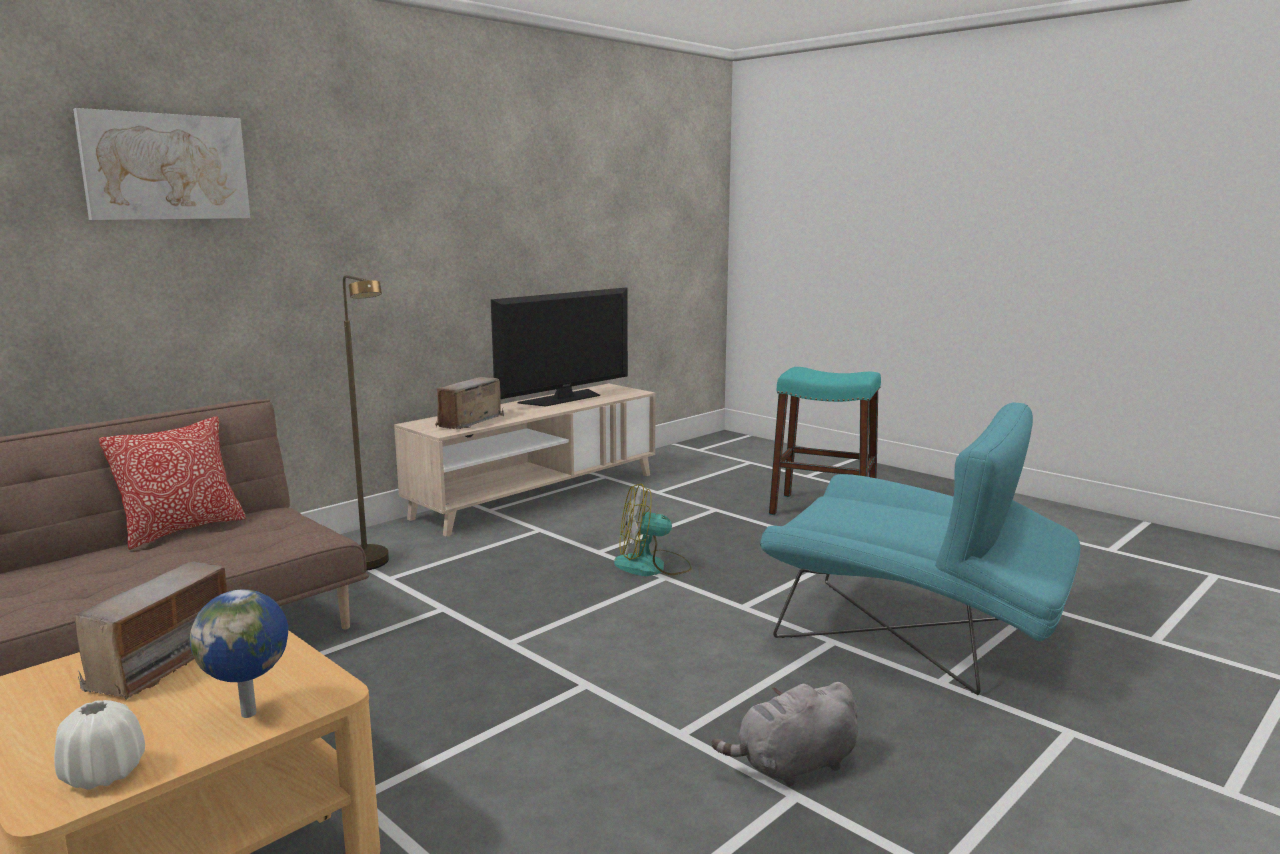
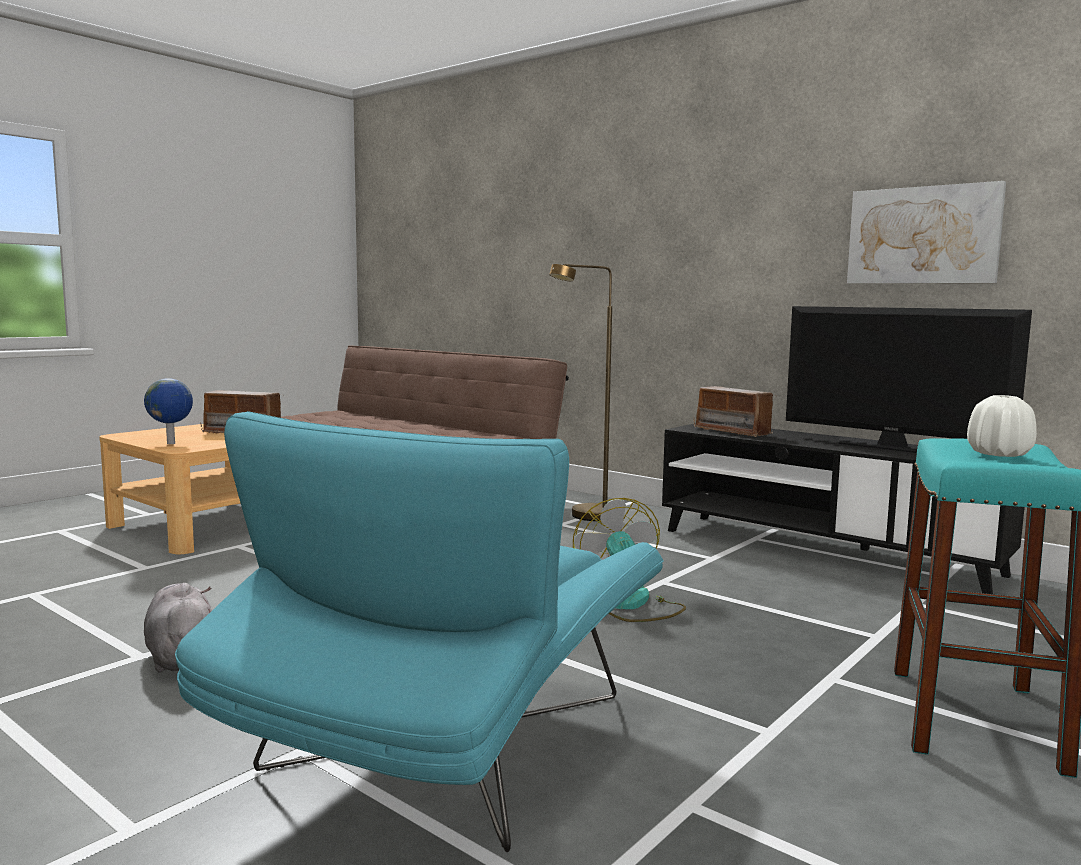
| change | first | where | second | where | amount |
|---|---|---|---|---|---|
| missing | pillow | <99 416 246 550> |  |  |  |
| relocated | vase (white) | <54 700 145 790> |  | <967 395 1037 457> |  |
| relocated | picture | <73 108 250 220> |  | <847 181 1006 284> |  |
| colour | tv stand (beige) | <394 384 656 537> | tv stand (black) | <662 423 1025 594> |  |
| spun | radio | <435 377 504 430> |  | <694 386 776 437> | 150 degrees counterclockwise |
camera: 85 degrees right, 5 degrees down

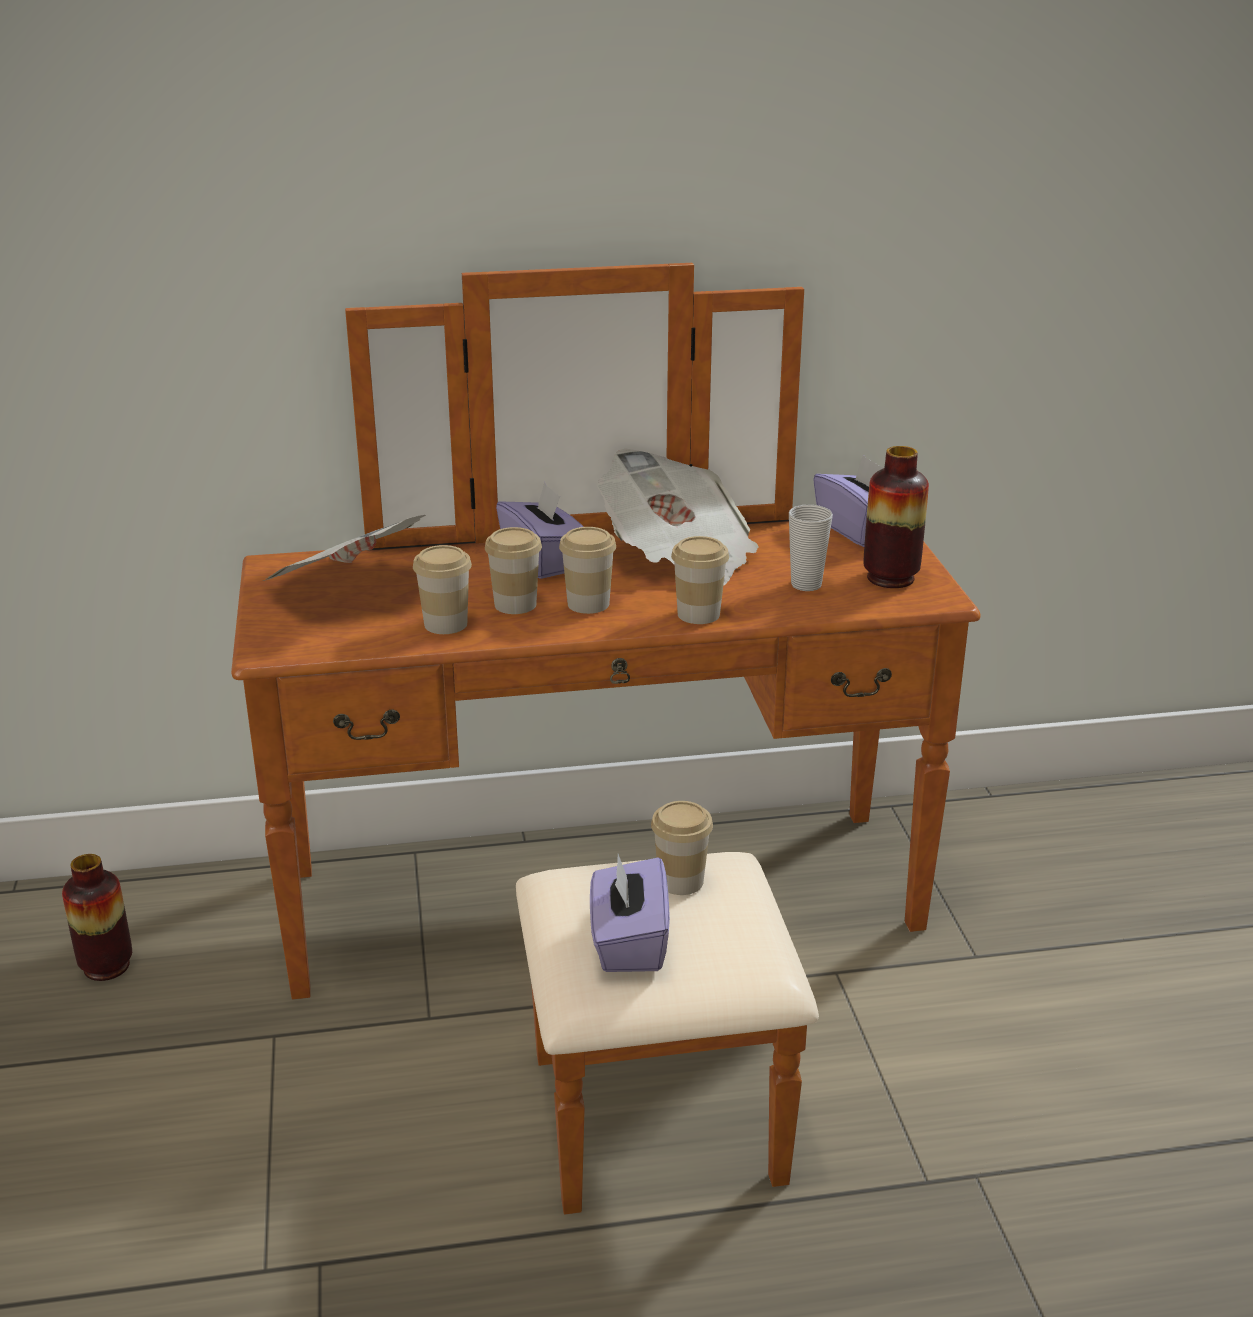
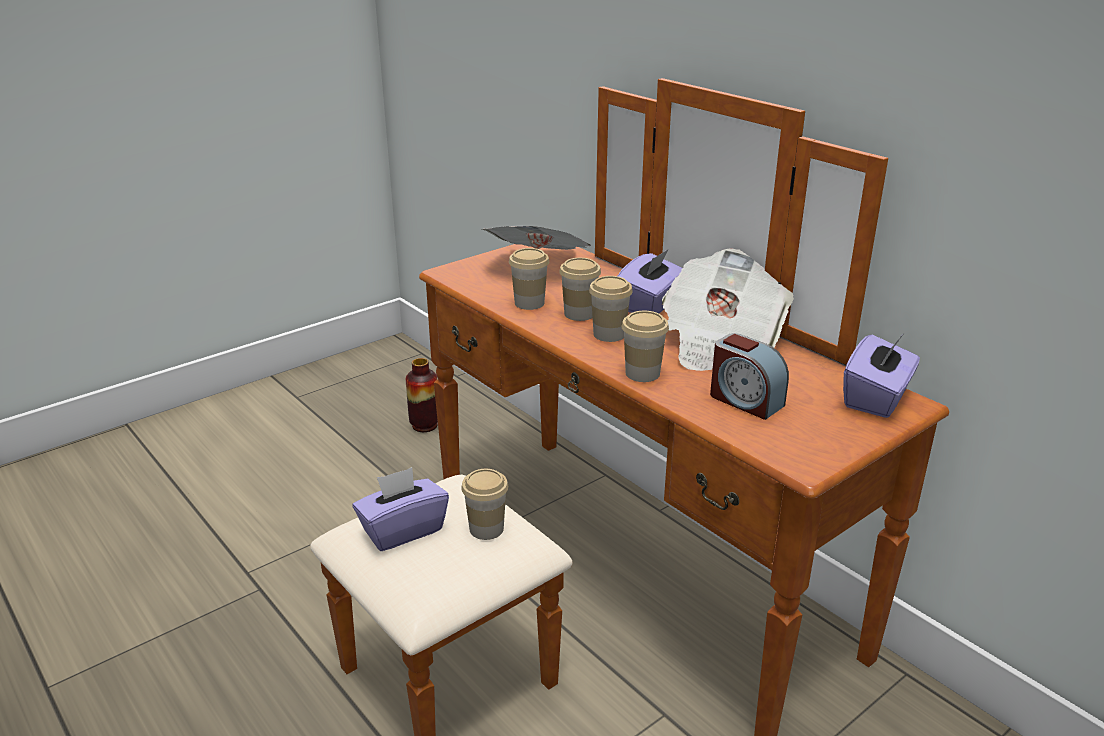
| change | first | where | second | where | amount |
|---|---|---|---|---|---|
| missing | vase | <863 446 929 588> |  |  |  |
| exchanged | cup | <789 505 833 591> | alarm clock | <710 333 789 420> |  |
camera: 60 degrees right, 0 degrees up

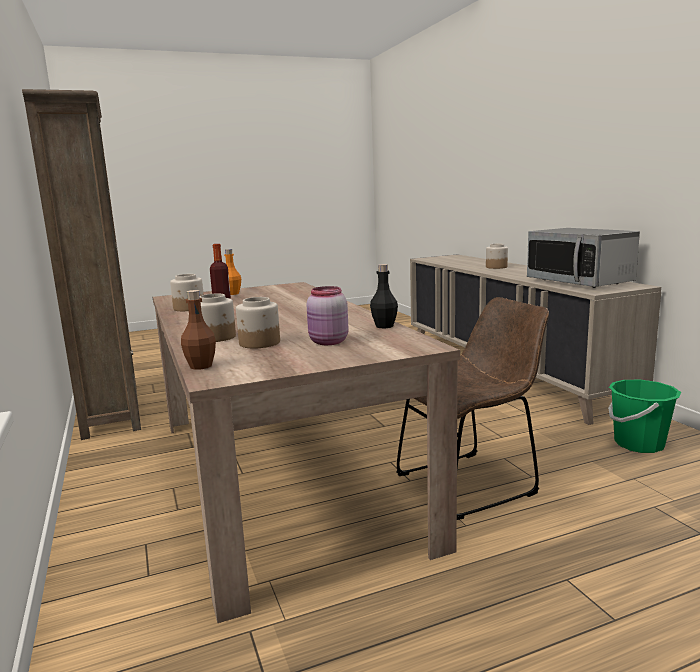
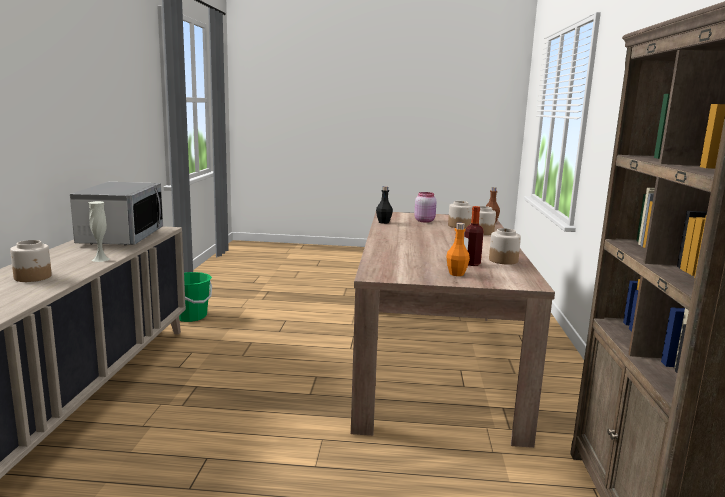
| change | first | where | second | where | amount |
|---|---|---|---|---|---|
| missing | chair (brown) | <396 297 549 520> |  |  |  |
| appeared |  |  | vase (white) | <88 201 110 262> |  |
camera: 155 degrees left, 0 degrees up

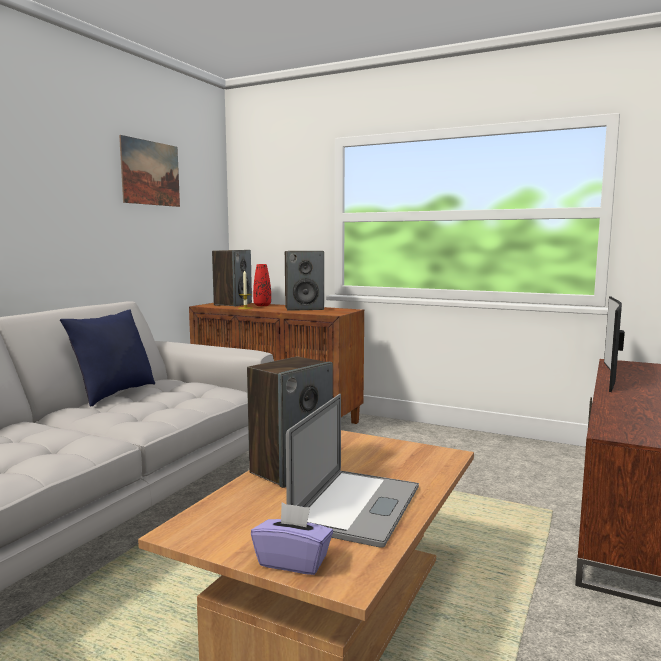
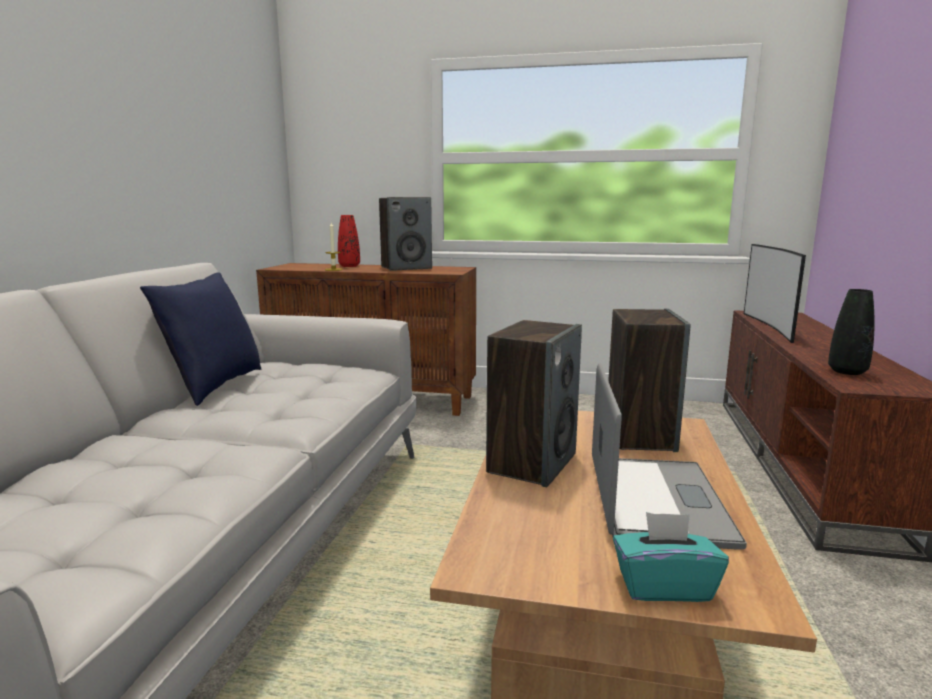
| change | first | where | second | where | amount |
|---|---|---|---|---|---|
| missing | picture | <119 135 180 207> |  |  |  |
| appeared |  |  | vase (black) | <828 289 875 375> |  |
| relocated | speaker | <212 250 252 307> |  | <608 309 691 452> |  |
| colour | tissue box (purple) | <251 503 333 575> | tissue box (turquoise) | <613 512 729 602> |  |
camera: 15 degrees left, 5 degrees up

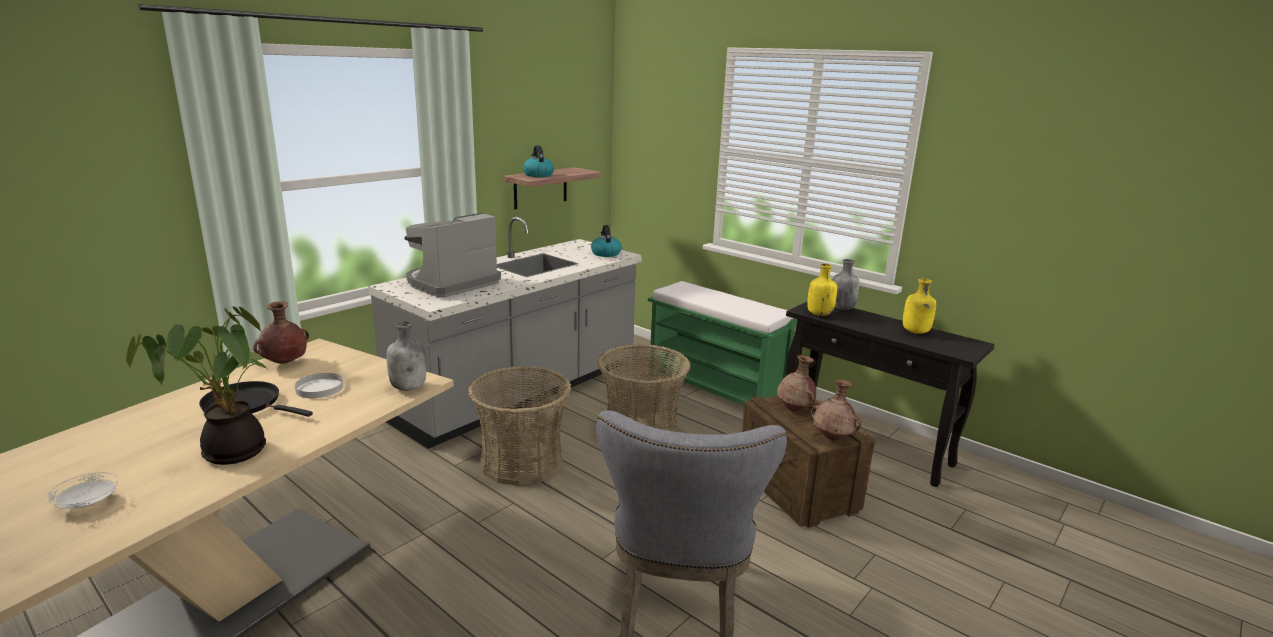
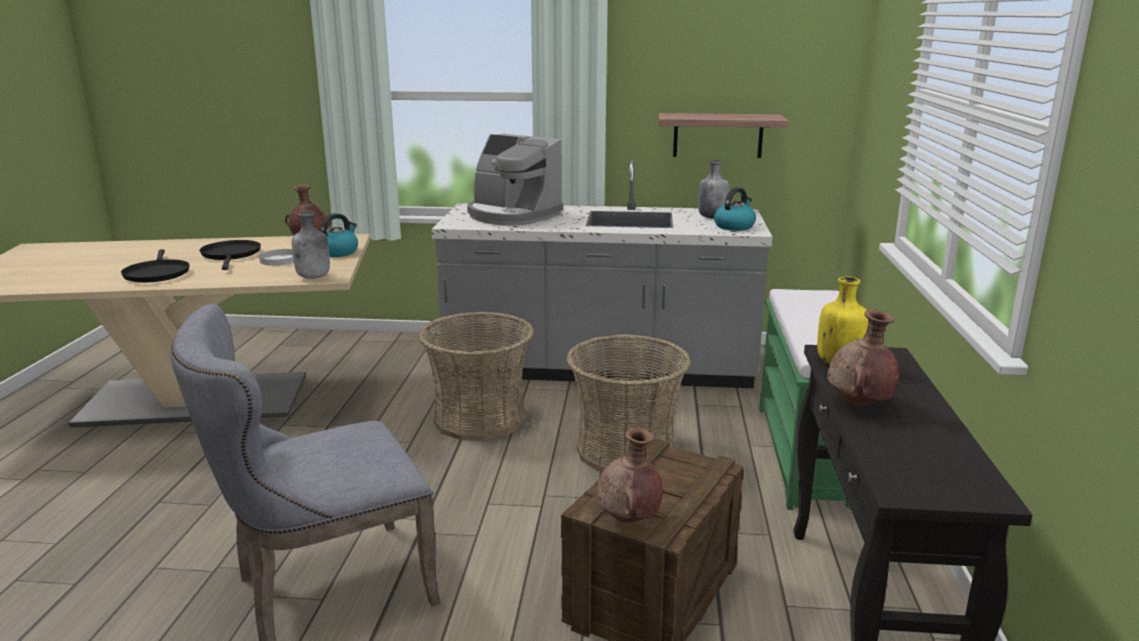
| change | first | where | second | where | amount |
|---|---|---|---|---|---|
| missing | plate (white) | <47 472 118 509> |  |  |  |
| missing | bottle (yellow) | <903 279 936 334> |  |  |  |
| relocated | kettle | <523 145 554 177> |  | <321 213 358 257> |  |
| relocated | vase (brown) | <777 355 816 412> |  | <827 309 899 405> |  |
| relocated | bottle (grey) | <832 259 859 310> |  | <698 160 729 218> |  |
| exchanged | potted plant | <126 306 267 465> | frying pan (black) | <121 249 190 283> |  |
| spun | coffee machine | <404 213 501 298> |  | <467 134 563 226> | 150 degrees counterclockwise |
camera: 55 degrees right, 0 degrees up

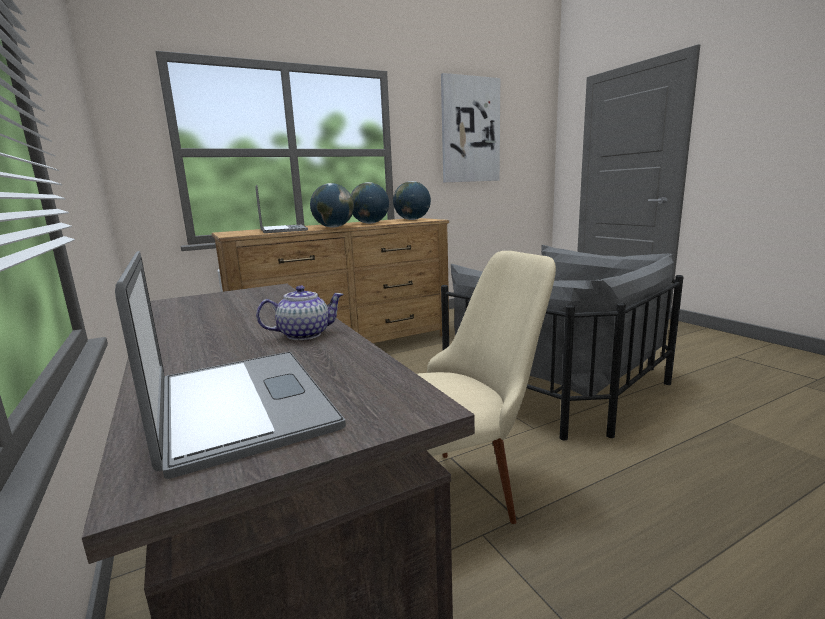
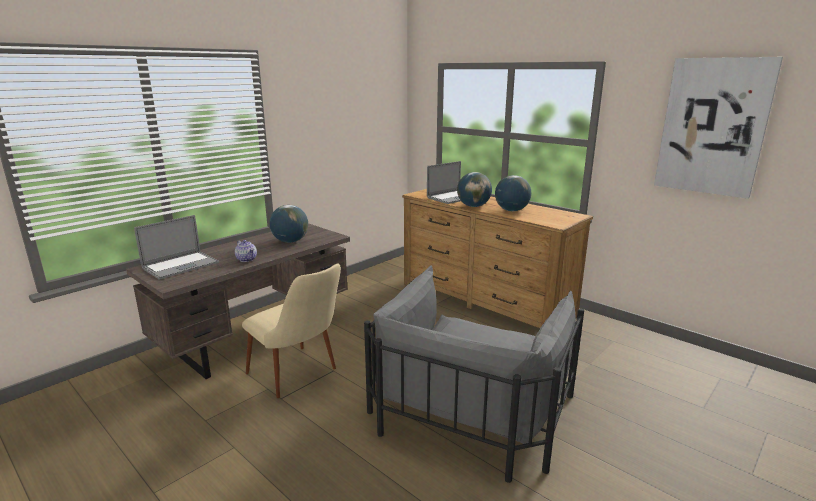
| change | first | where | second | where | amount |
|---|---|---|---|---|---|
| relocated | globe | <393 181 431 220> |  | <269 205 308 243> |  |
camera: 70 degrees right, 5 degrees up

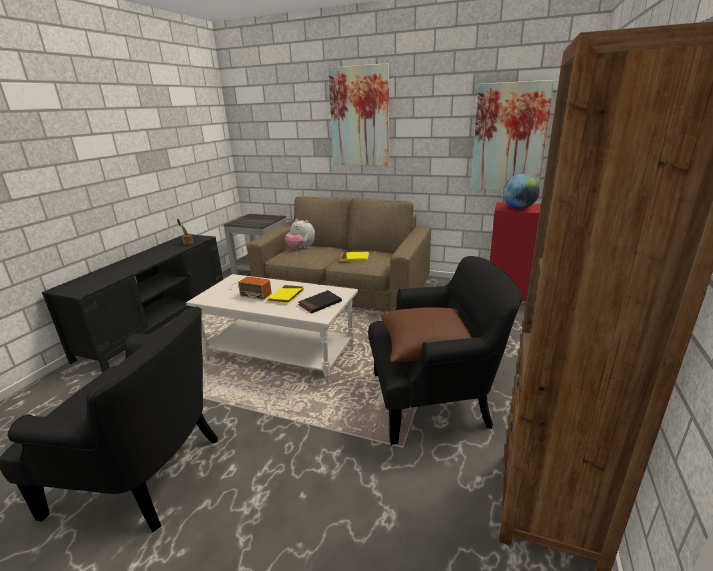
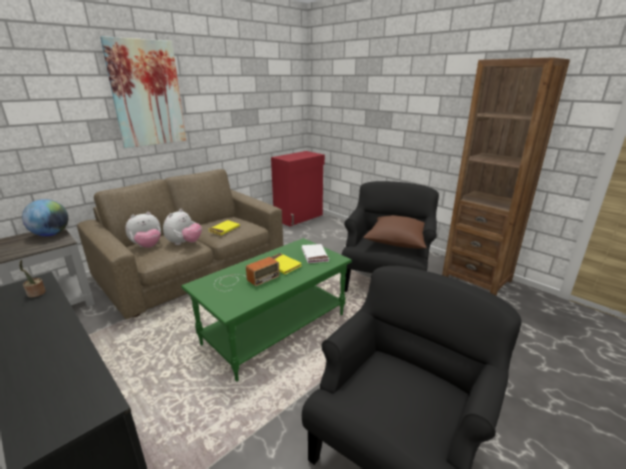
| change | first | where | second | where | amount |
|---|---|---|---|---|---|
| missing | picture | <471 80 554 190> |  |  |  |
| appeared |  |  | plush toy | <163 209 202 245> |  |
| relocated | globe | <503 174 540 209> |  | <22 199 68 236> |  |
| colour | coffee table (white) | <186 274 358 386> | coffee table (green) | <181 238 352 381> |  |
| colour | book (black) | <298 290 342 314> | book (white) | <302 244 329 263> |  |
camera: 65 degrees left, 0 degrees up

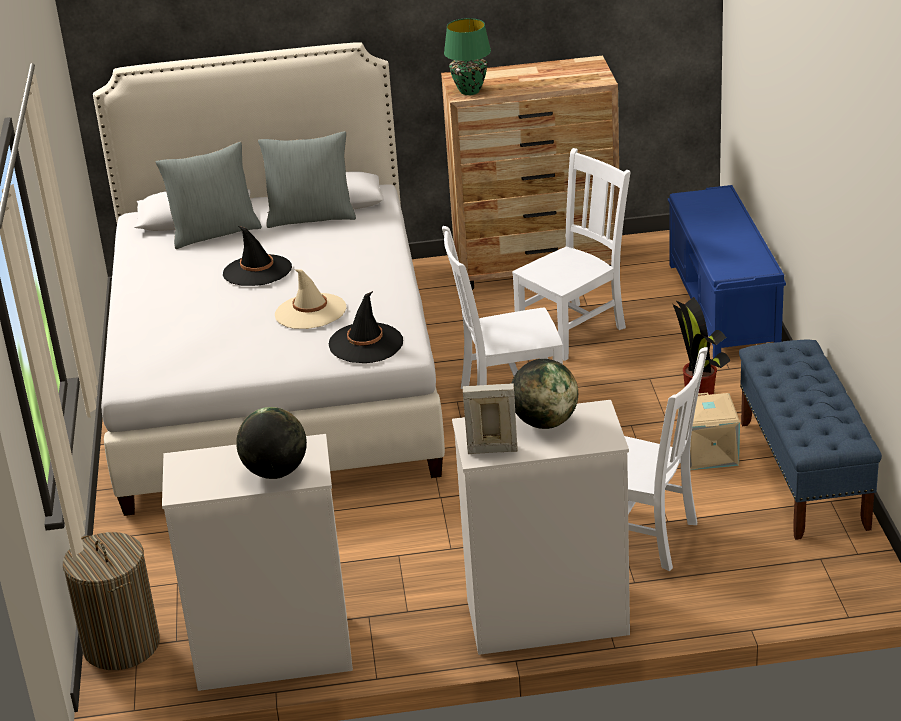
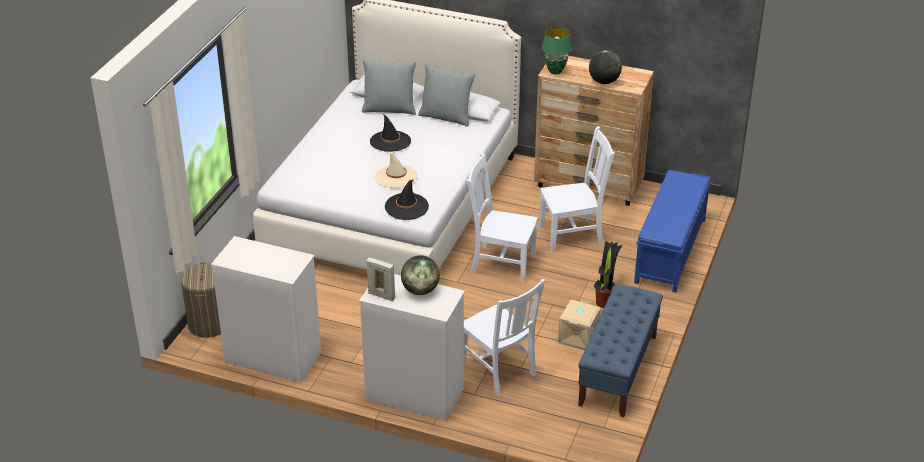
| change | first | where | second | where | amount |
|---|---|---|---|---|---|
| relocated | globe | <236 407 307 479> |  | <589 50 622 84> |  |
camera: 25 degrees right, 5 degrees up

